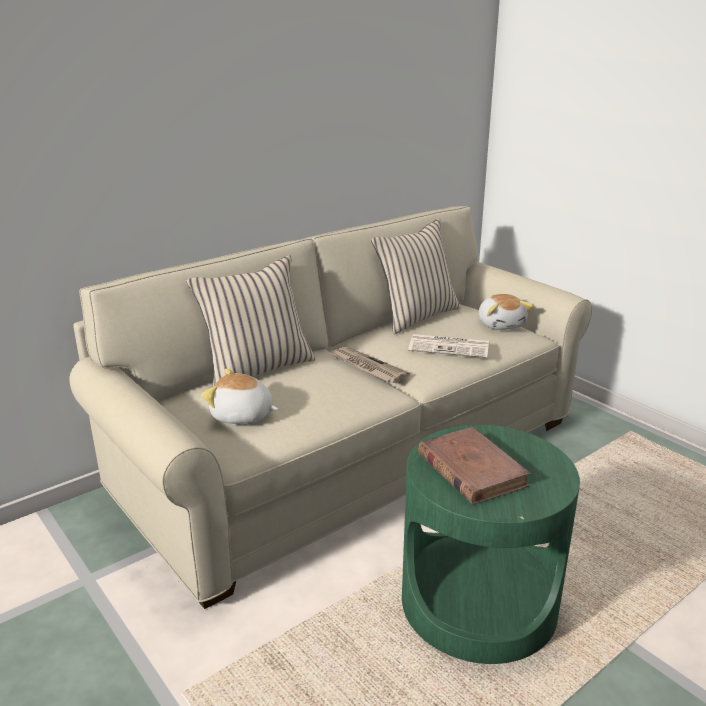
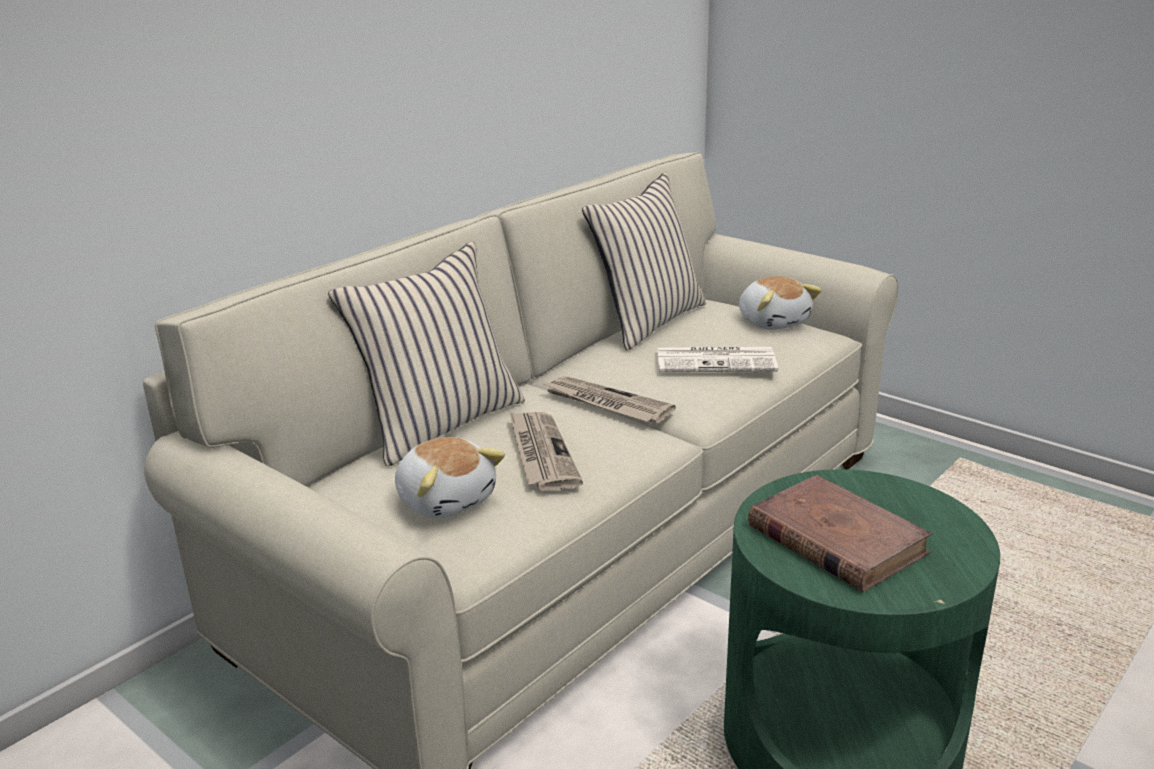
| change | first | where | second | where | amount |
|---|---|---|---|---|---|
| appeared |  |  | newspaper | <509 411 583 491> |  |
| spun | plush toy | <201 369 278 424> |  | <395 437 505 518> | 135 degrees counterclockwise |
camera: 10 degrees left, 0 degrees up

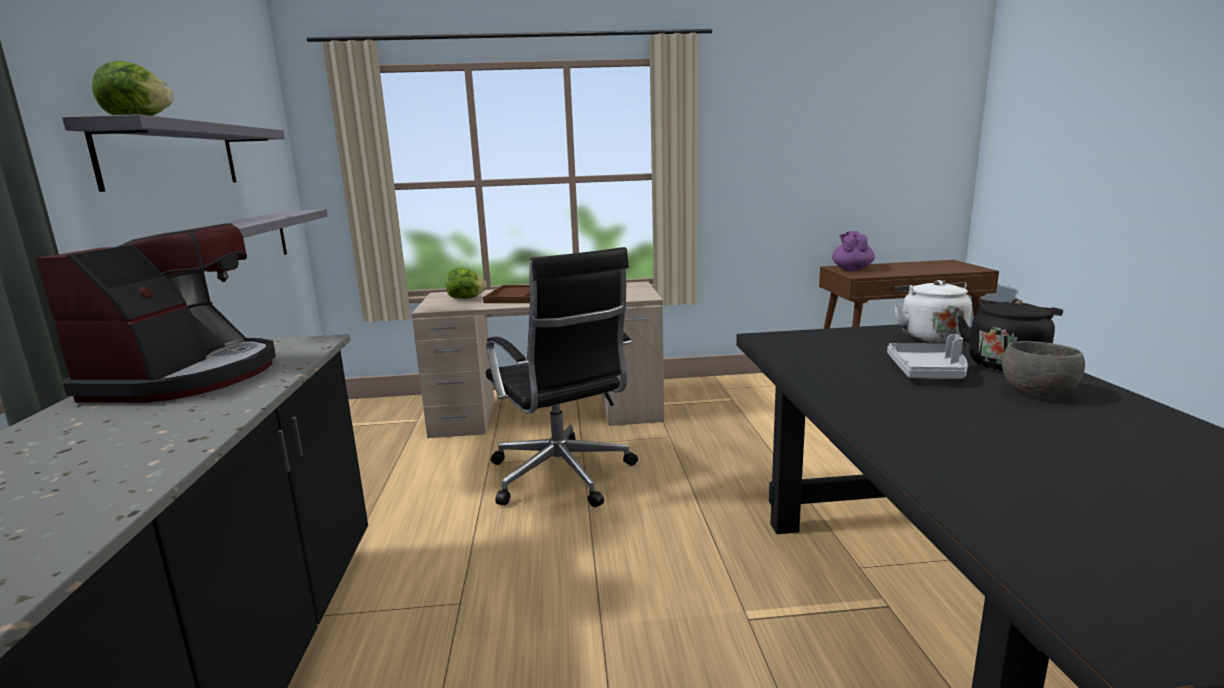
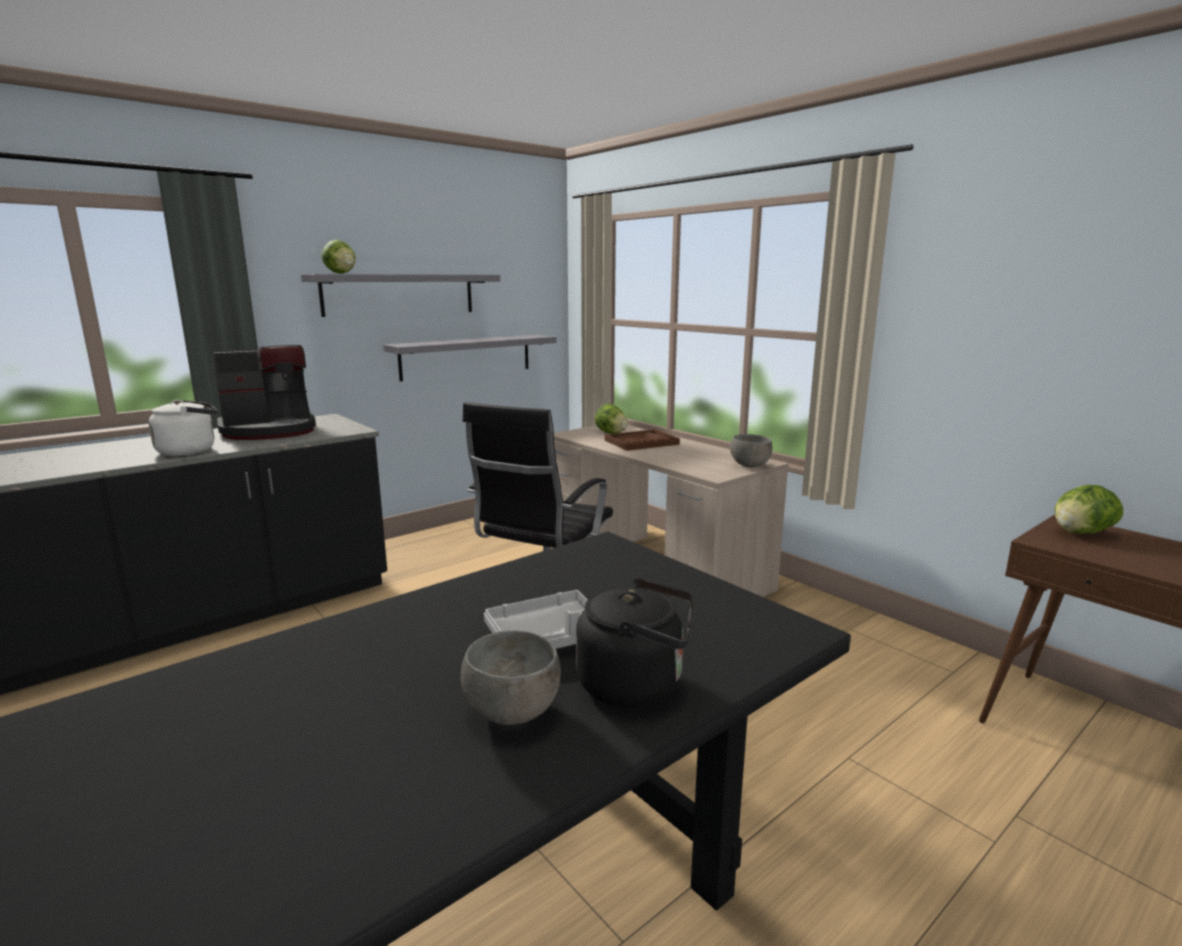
| change | first | where | second | where | amount |
|---|---|---|---|---|---|
| appeared |  |  | bowl (grey) | <730 434 772 468> |  |
| relocated | kettle (white) | <894 280 972 344> |  | <149 400 217 456> |  |
| exchanged | teapot (purple) | <832 231 875 271> | lettuce | <1055 485 1123 534> |  |
camera: 55 degrees right, 0 degrees up

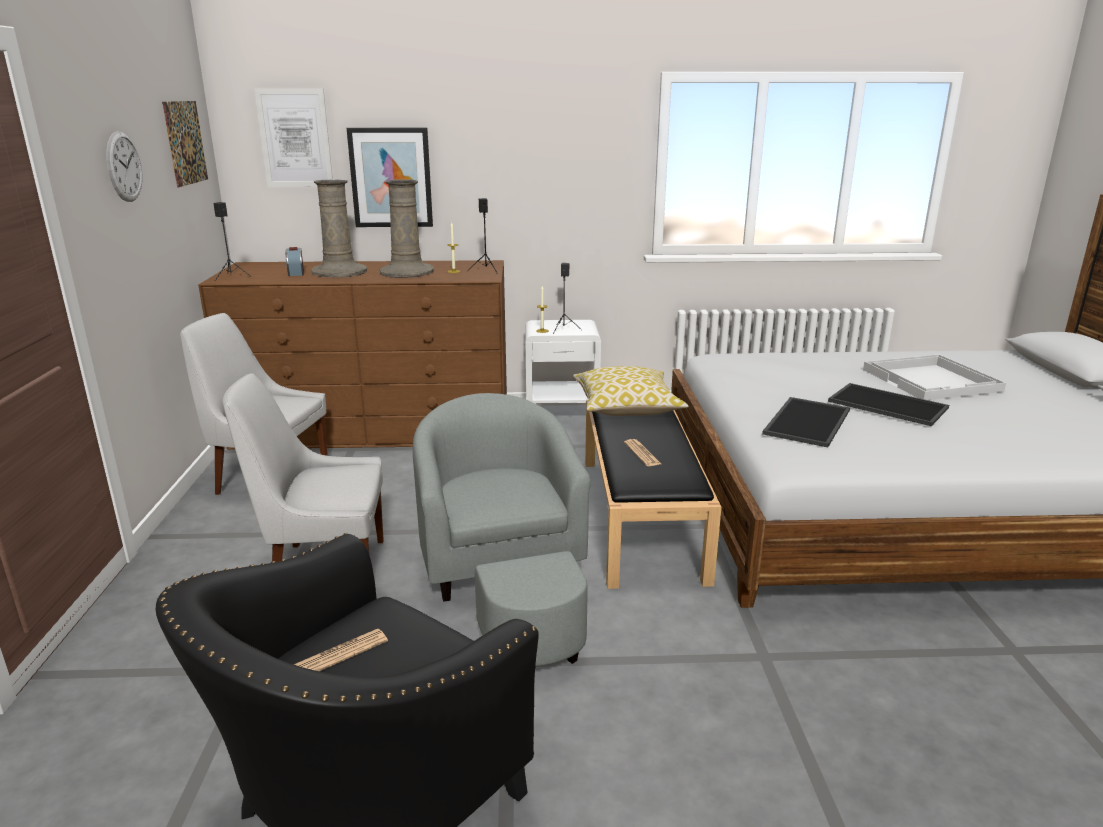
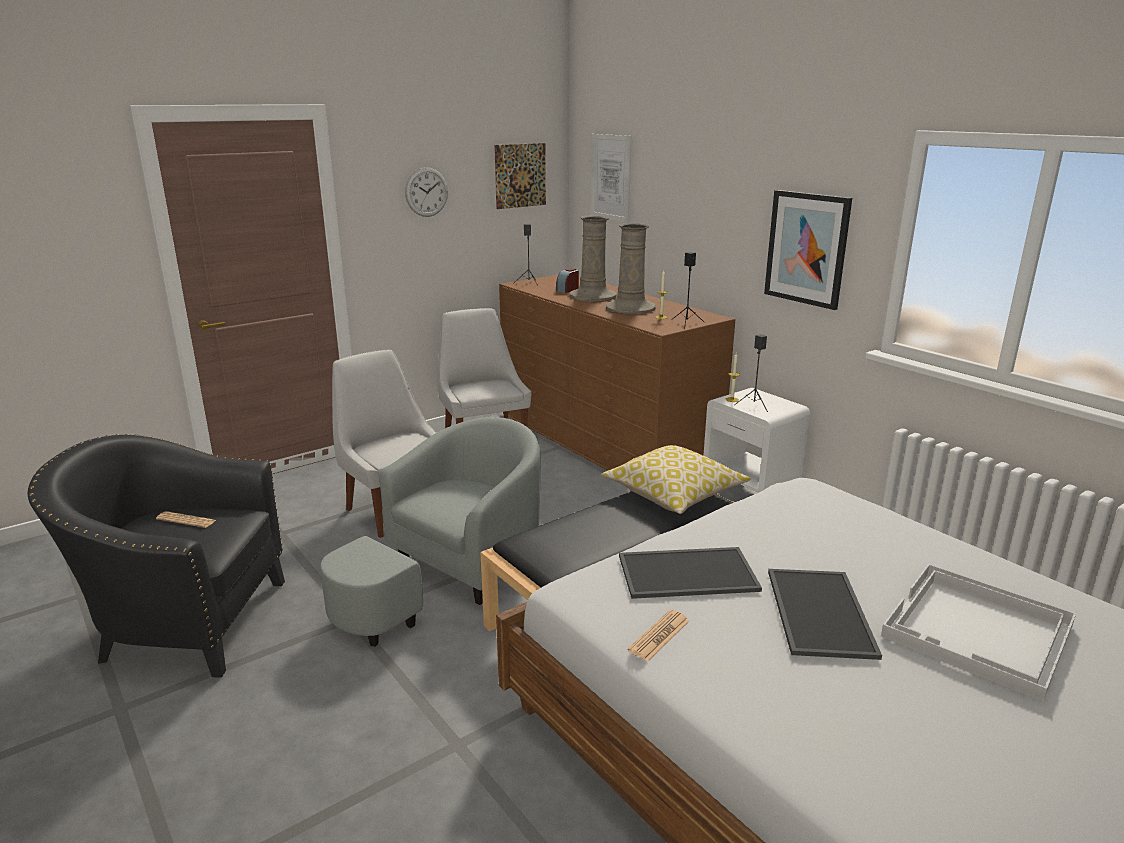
| change | first | where | second | where | amount |
|---|---|---|---|---|---|
| relocated | picture | <347 128 433 227> |  | <764 190 852 310> |  |
| relocated | newspaper | <624 439 661 466> |  | <628 610 689 661> |  |
camera: 55 degrees right, 0 degrees up

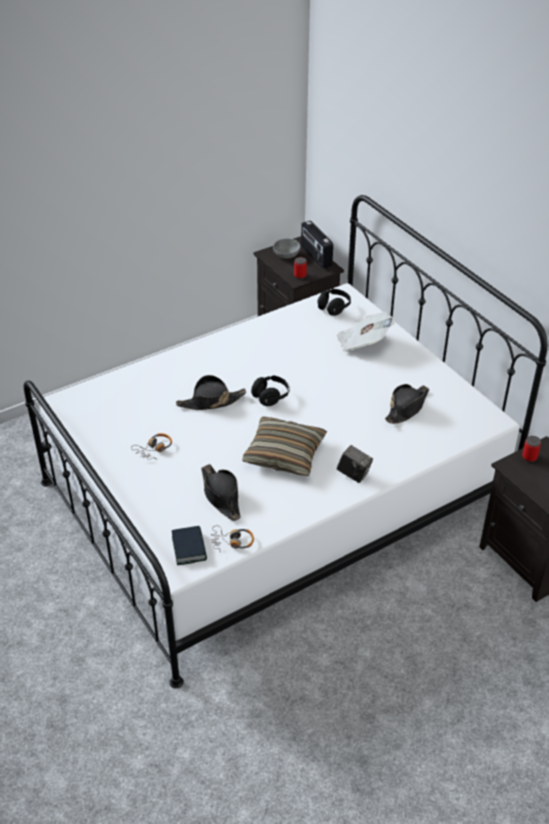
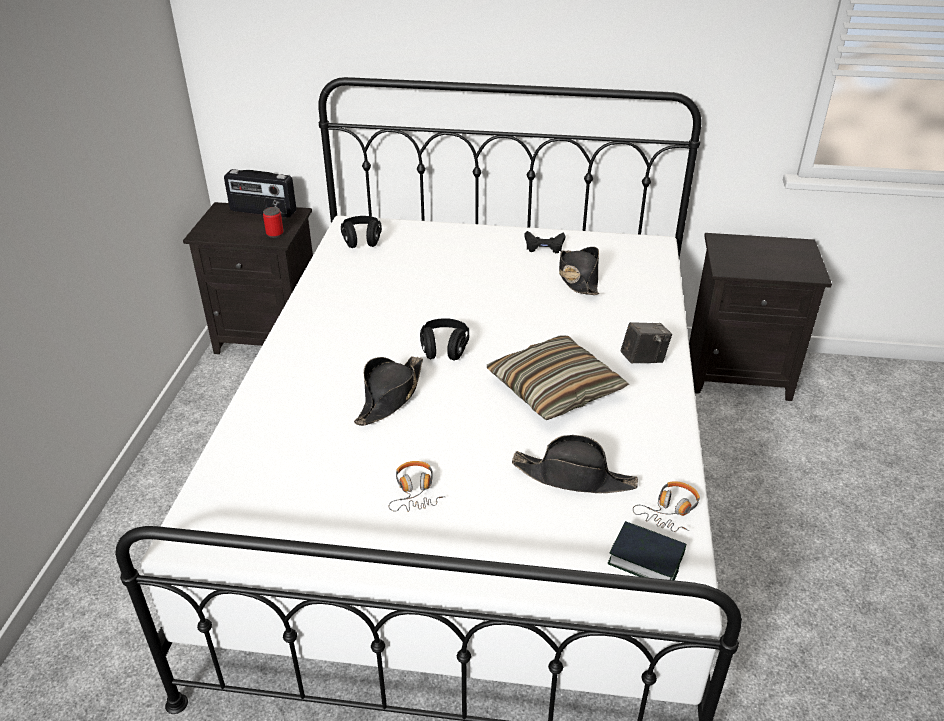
| change | first | where | second | where | amount |
|---|---|---|---|---|---|
| missing | bowl (grey) | <273 239 301 259> |  |  |  |
| missing | newspaper | <337 312 394 351> |  |  |  |
| missing | can | <522 436 541 462> |  |  |  |
| appeared |  |  | game controller (black) | <524 231 566 253> |  |
camera: 50 degrees left, 5 degrees down

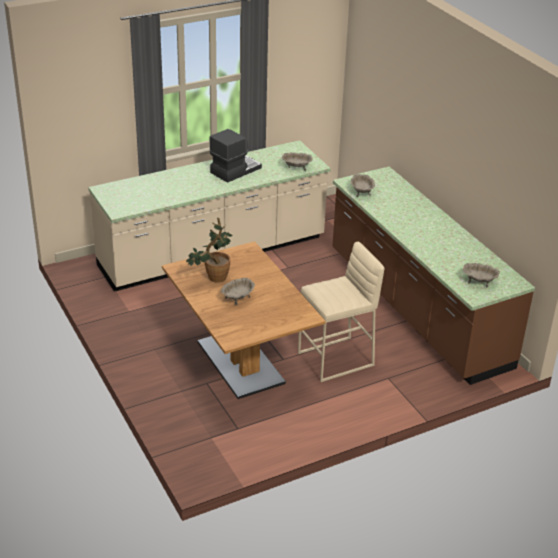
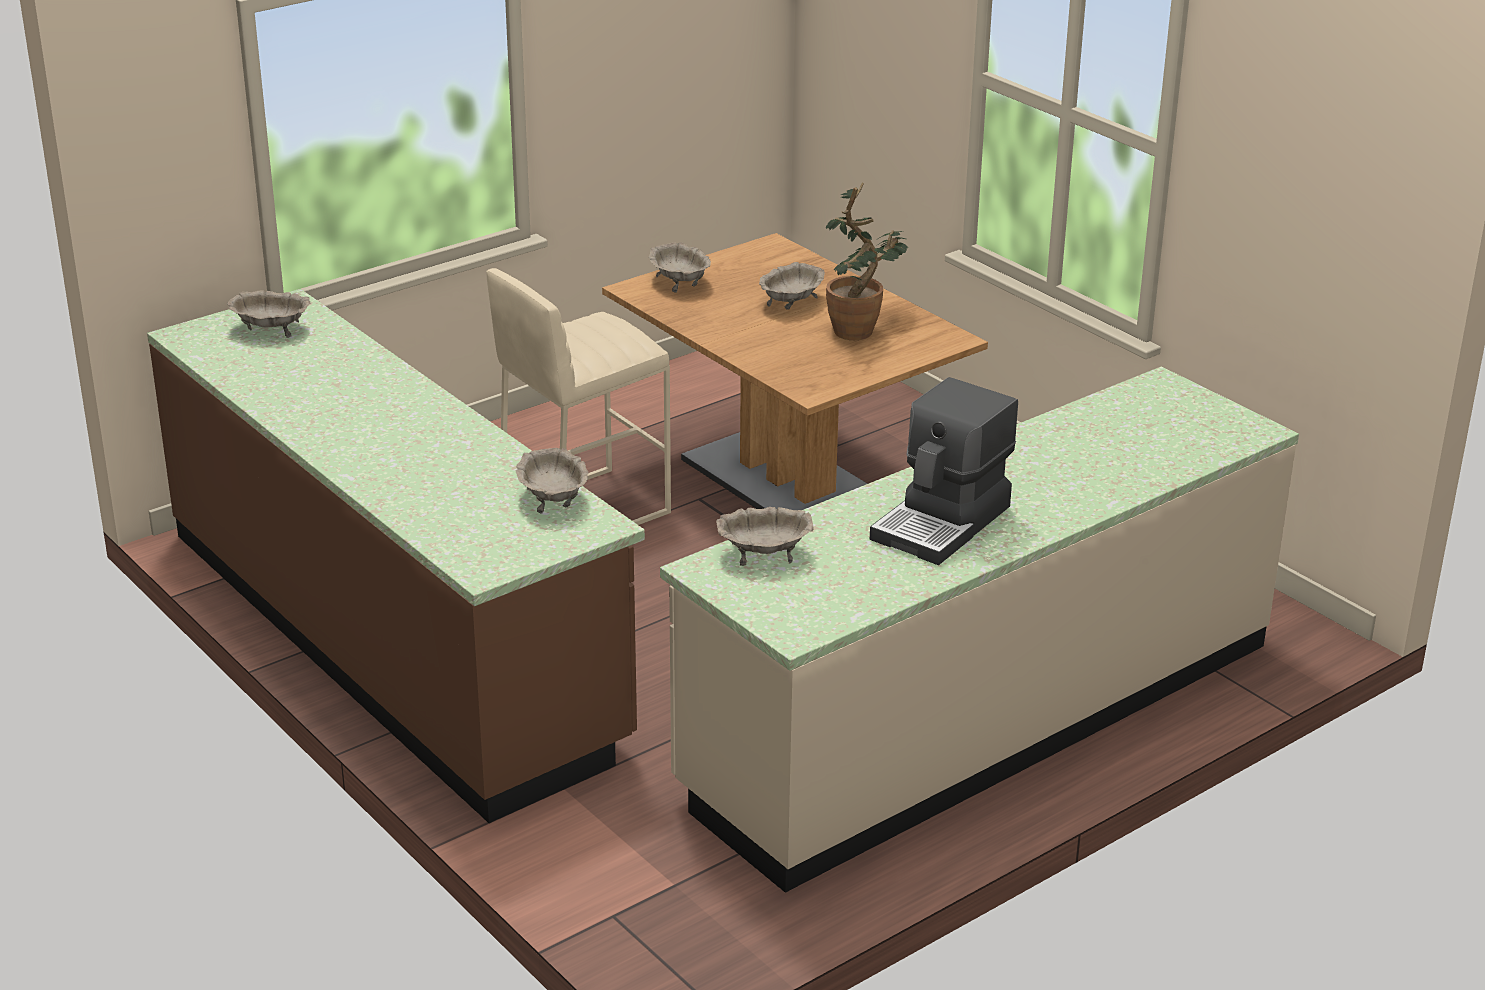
| change | first | where | second | where | amount |
|---|---|---|---|---|---|
| appeared |  |  | bowl (beige) | <649 242 711 293> |  |
camera: 170 degrees right, 5 degrees down

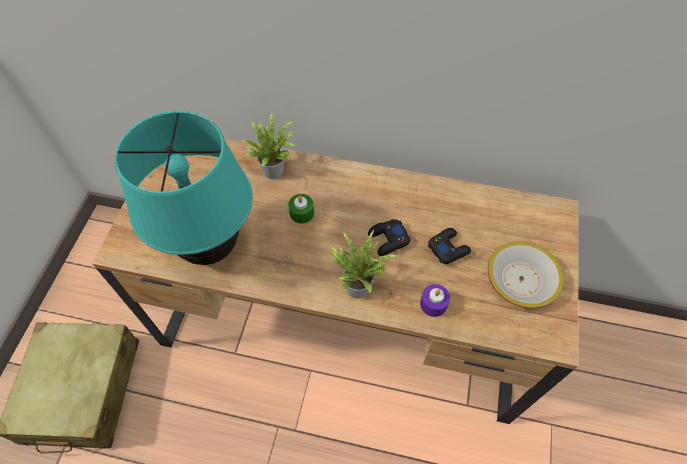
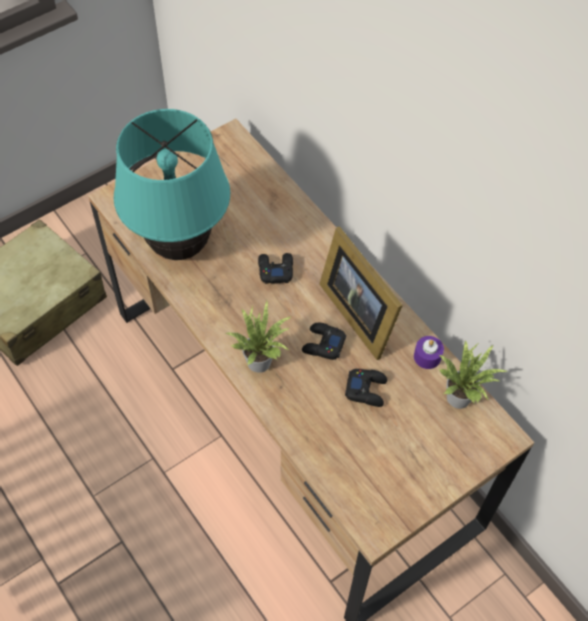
| change | first | where | second | where | amount |
|---|---|---|---|---|---|
| missing | bowl | <488 241 564 309> |  |  |  |
| appeared |  |  | picture frame | <319 226 403 360> |  |
| relocated | potted plant | <240 111 296 179> |  | <438 340 509 409> |  |
| relocated | candle (purple) | <420 284 450 317> |  | <414 336 444 369> |  |
| exchanged | candle (green) | <288 194 314 224> | game controller (black) | <258 253 293 284> |  |
camera: 40 degrees right, 0 degrees up

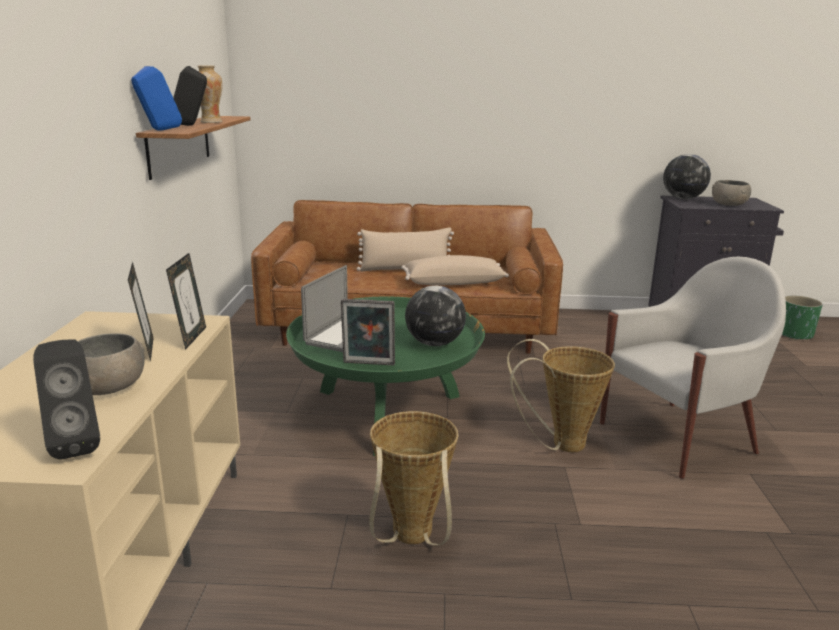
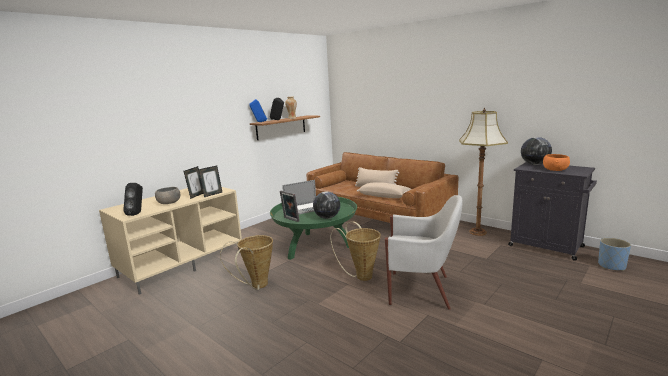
| change | first | where | second | where | amount |
|---|---|---|---|---|---|
| appeared |  |  | floor lamp | <459 108 508 236> |  |
| colour | bowl (grey) | <712 180 751 206> | bowl (orange) | <543 154 570 171> |  |
| colour | planter (green) | <782 295 823 340> | planter (blue) | <598 238 631 271> |  |
camera: 40 degrees right, 5 degrees down

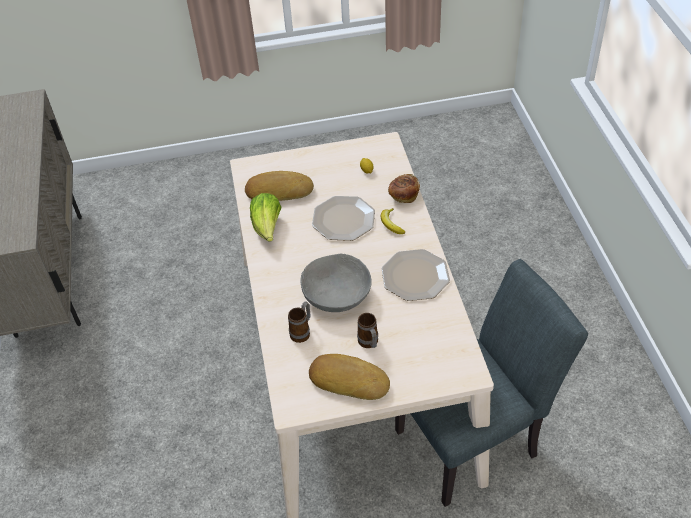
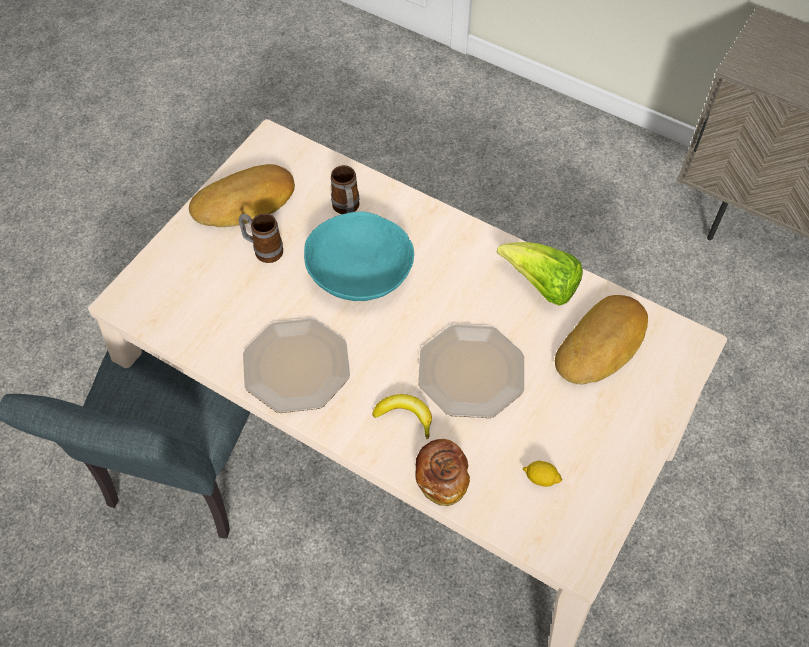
| change | first | where | second | where | amount |
|---|---|---|---|---|---|
| colour | bowl (grey) | <300 254 372 312> | bowl (turquoise) | <304 212 414 301> |  |
camera: 130 degrees right, 10 degrees up

